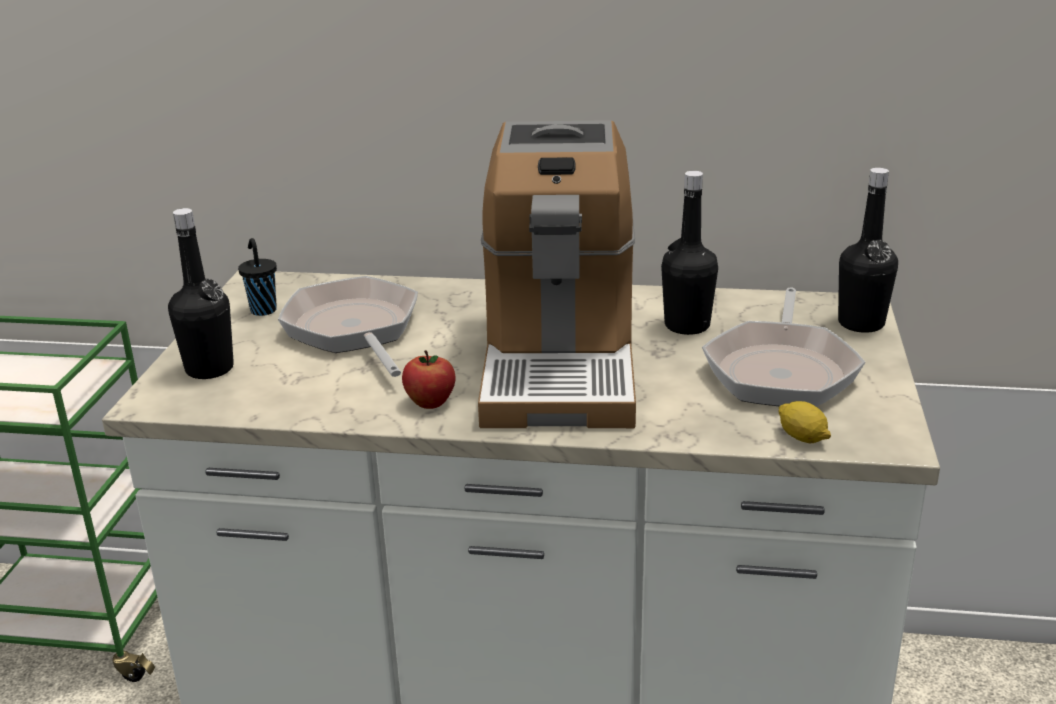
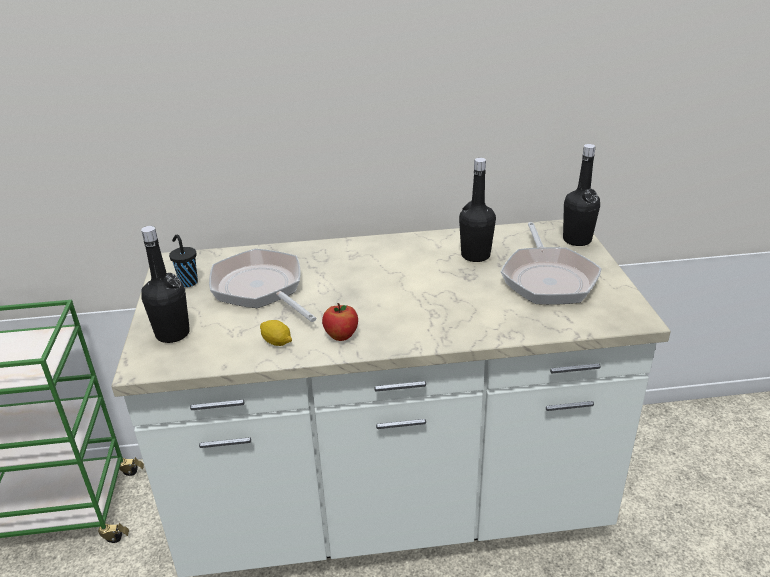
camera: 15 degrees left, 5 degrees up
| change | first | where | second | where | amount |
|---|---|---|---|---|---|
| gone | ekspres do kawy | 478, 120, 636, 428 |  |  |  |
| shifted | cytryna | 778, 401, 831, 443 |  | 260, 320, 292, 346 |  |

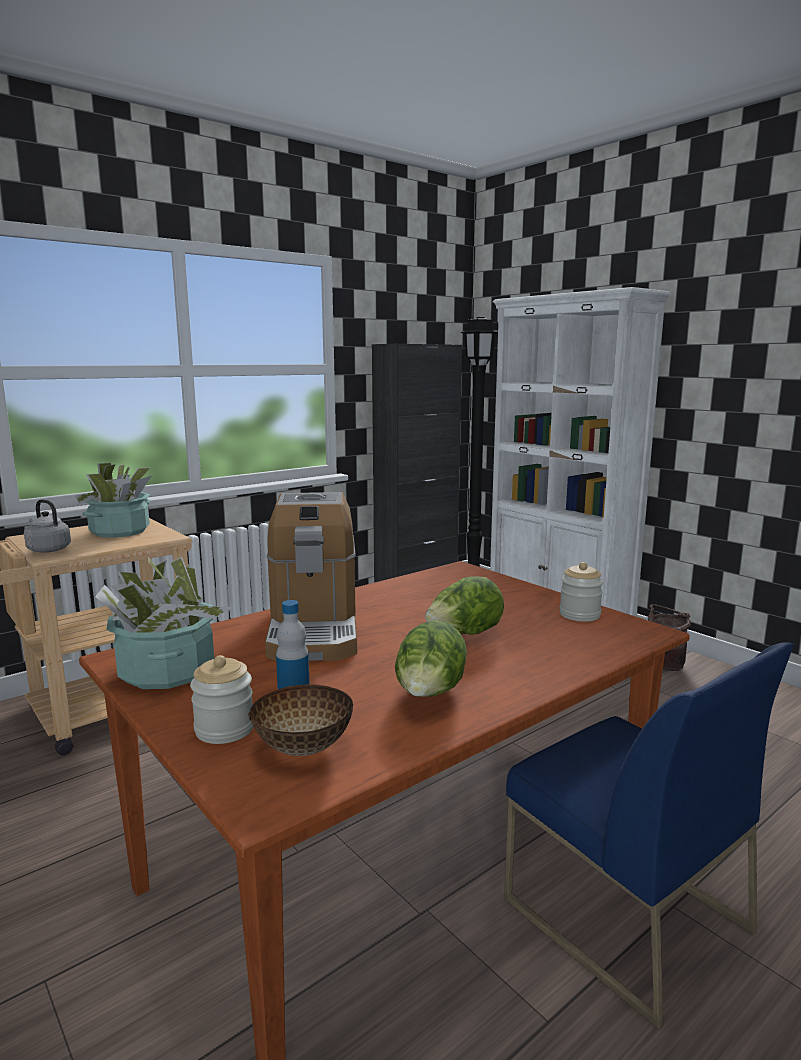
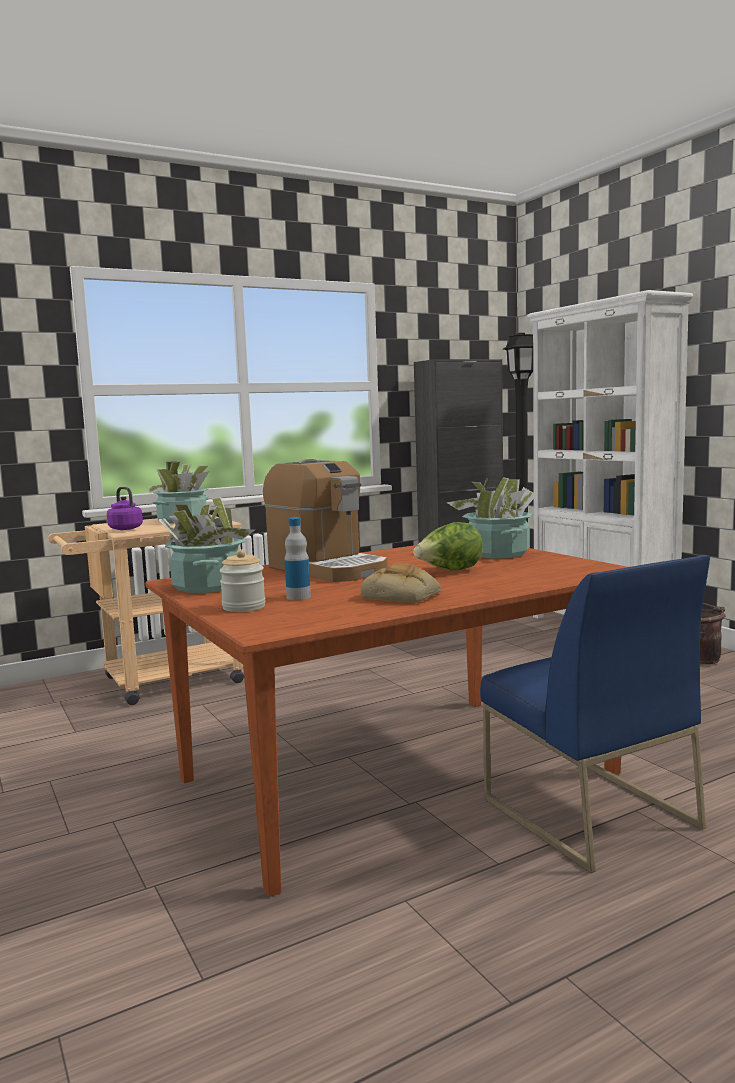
camera: 10 degrees right, 5 degrees down
| change | first | where | second | where | amount |
|---|---|---|---|---|---|
| repainted | czajnik/szary | 24, 500, 71, 553 | czajnik/fioletowy | 107, 487, 143, 530 |  |
| gone | miska | 248, 684, 353, 756 |  |  |  |
| rotated | ekspres do kawy | 265, 492, 357, 661 |  | 263, 459, 388, 582 | 45 degrees counterclockwise |
| swapped | sałata | 395, 621, 467, 697 | chleb | 361, 563, 441, 603 |  |
| gone | słoik | 559, 562, 603, 622 |  |  |  |
| new |  |  | roślina doniczkowa | 446, 477, 537, 558 |  |

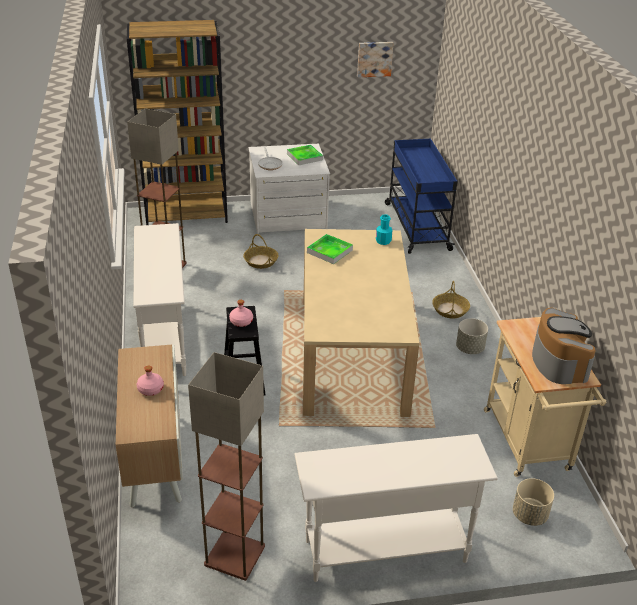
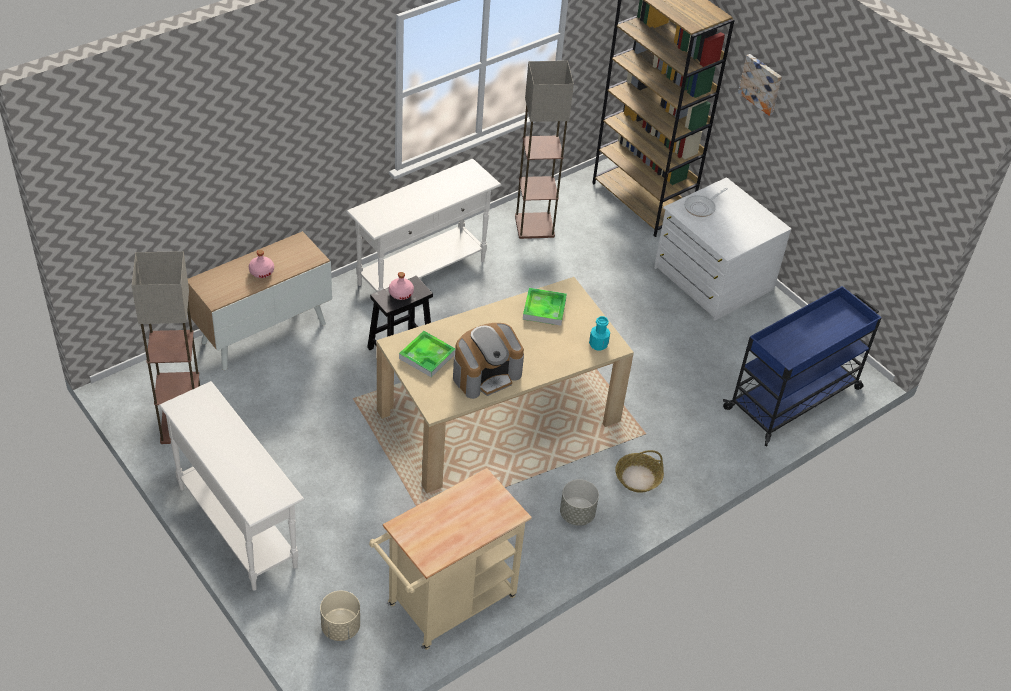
camera: 60 degrees right, 10 degrees up
| change | first | where | second | where | amount |
|---|---|---|---|---|---|
| gone | koszyk | 243, 234, 279, 269 |  |  |  |
| shifted | taca | 287, 145, 323, 165 |  | 399, 331, 455, 377 |  |
| shifted | obraz | 357, 42, 394, 77 |  | 738, 54, 782, 116 |  |
| shifted | ekspres do kawy | 532, 308, 596, 384 |  | 453, 323, 524, 399 |  |

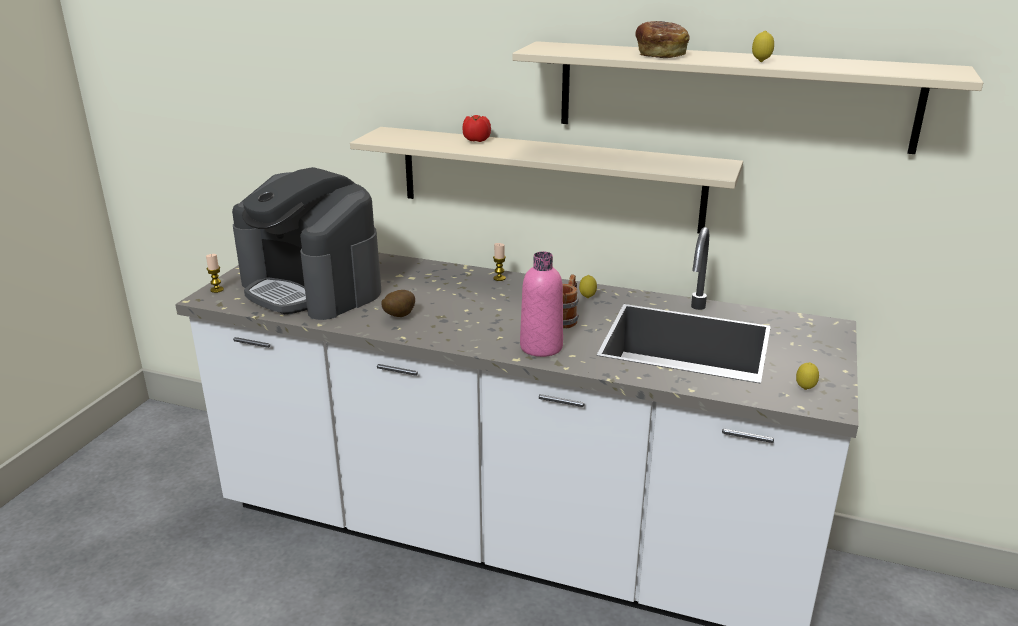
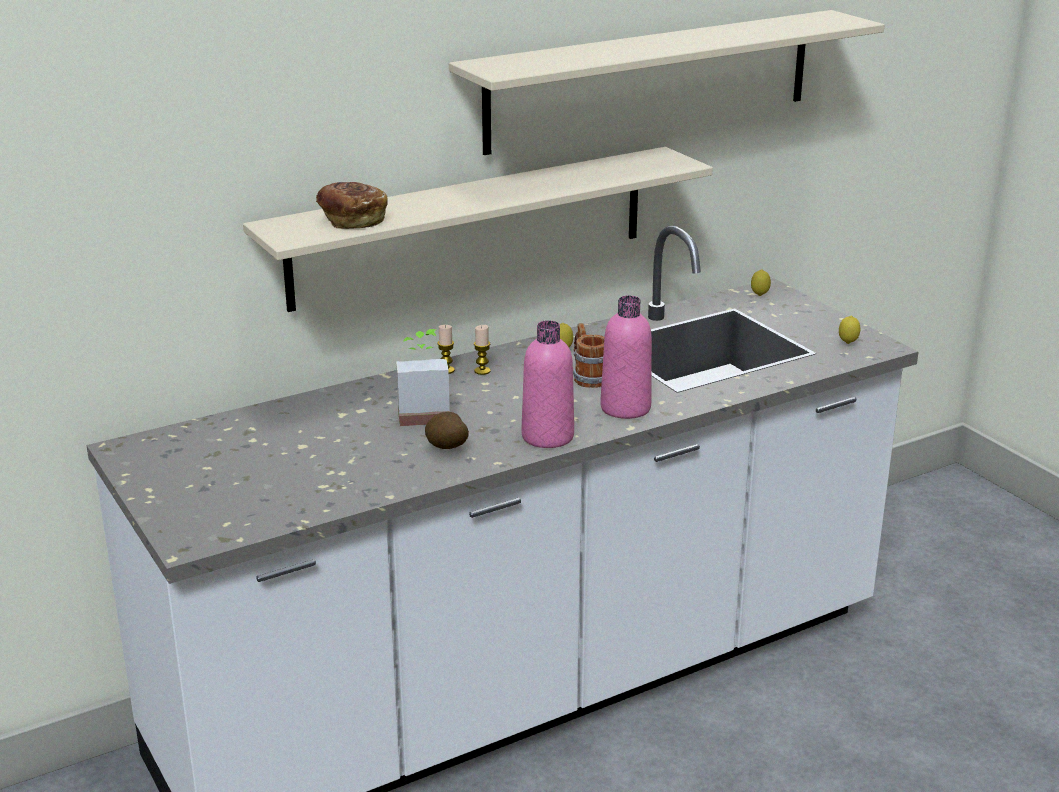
camera: 50 degrees left, 0 degrees up
| change | first | where | second | where | amount |
|---|---|---|---|---|---|
| shifted | świeca | 206, 254, 224, 293 |  | 474, 325, 491, 375 |  |
| gone | ekspres do kawy | 232, 167, 381, 320 |  |  |  |
| gone | pomidor | 463, 115, 491, 142 |  |  |  |
| shifted | chleb | 635, 21, 690, 58 |  | 316, 182, 388, 229 |  |
| shifted | cytryna | 752, 31, 774, 62 |  | 751, 269, 771, 296 |  |
| new |  |  | roślina doniczkowa | 396, 329, 450, 426 |  |
| new |  |  | butelka/różowy | 522, 320, 574, 448 |  |

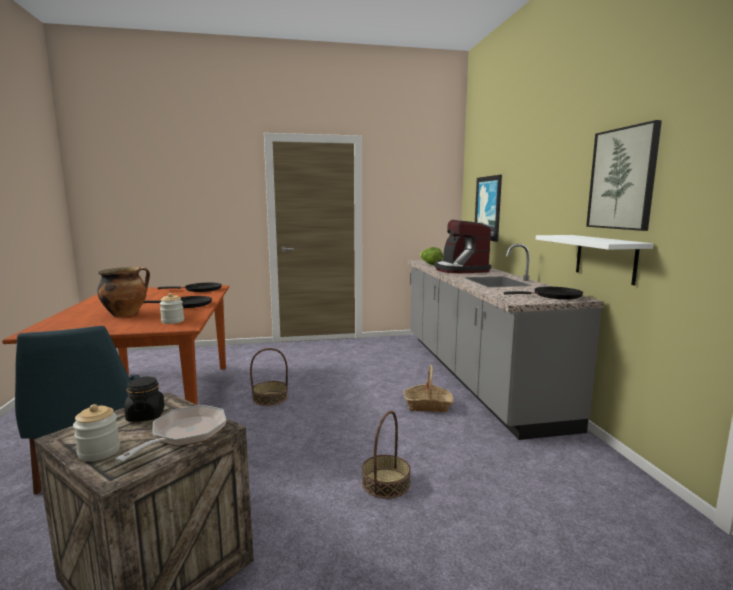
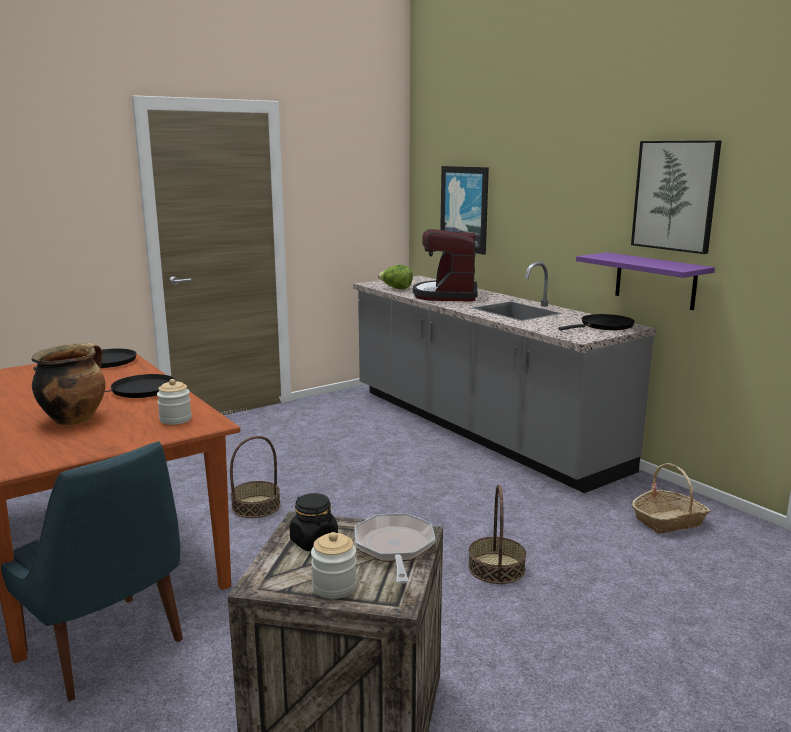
camera: 25 degrees left, 5 degrees up
| change | first | where | second | where | amount |
|---|---|---|---|---|---|
| shifted | koszyk | 404, 365, 454, 412 |  | 632, 463, 710, 533 |  |
| rotated | ekspres do kawy | 434, 220, 491, 273 |  | 413, 229, 478, 301 | 45 degrees clockwise |
| repainted | półka/biały | 536, 235, 653, 285 | półka/fioletowy | 576, 252, 715, 310 |  |

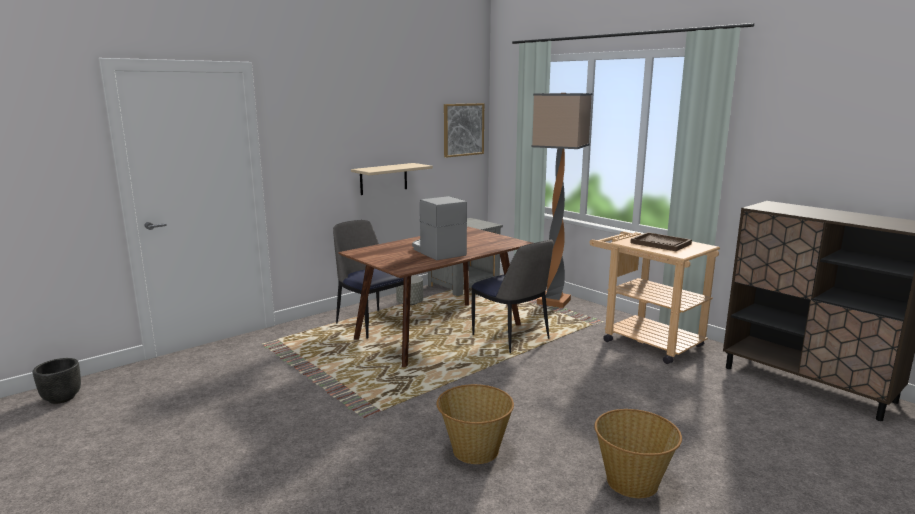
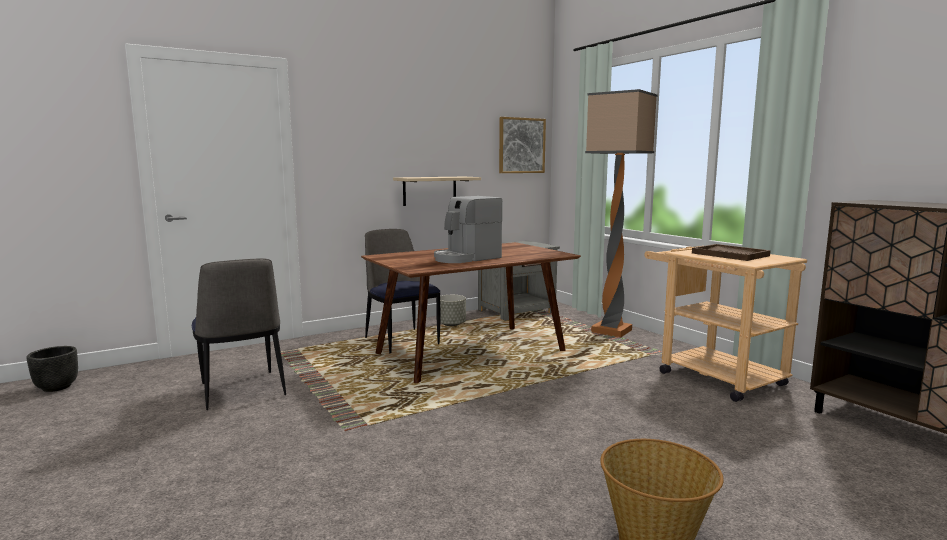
camera: 10 degrees right, 5 degrees down
| change | first | where | second | where | amount |
|---|---|---|---|---|---|
| rotated | ekspres do kawy | 412, 196, 467, 260 |  | 434, 196, 502, 263 | 105 degrees counterclockwise |
| gone | koszyk | 437, 384, 514, 464 |  |  |  |
| shifted | krzesło | 472, 239, 554, 353 |  | 192, 258, 286, 410 |  |

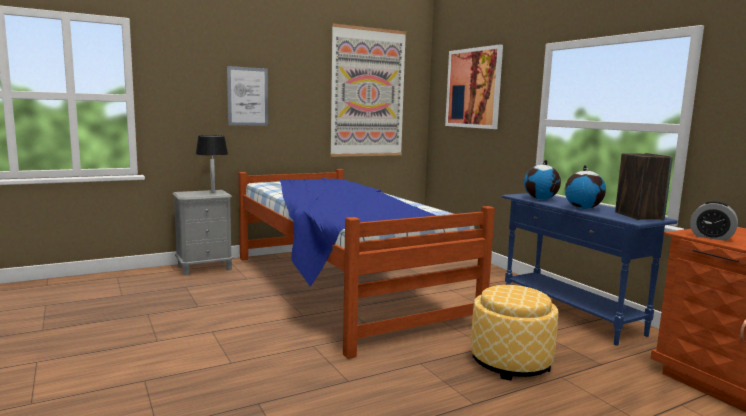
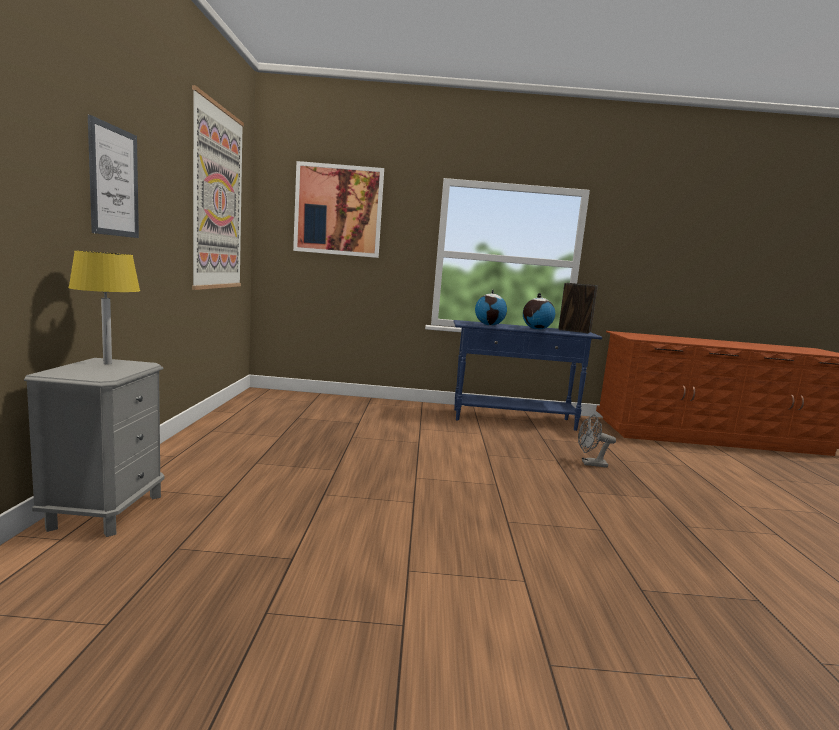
camera: 60 degrees left, 0 degrees up
| change | first | where | second | where | amount |
|---|---|---|---|---|---|
| repainted | lampa stołowa/czarny | 196, 135, 228, 193 | lampa stołowa/żółty | 68, 251, 140, 364 |  |
| gone | łóżko | 238, 169, 495, 359 |  |  |  |
| swapped | pufa | 471, 285, 558, 381 | wentylator/szary | 578, 415, 616, 468 |  |
| gone | budzik | 690, 201, 738, 241 |  |  |  |

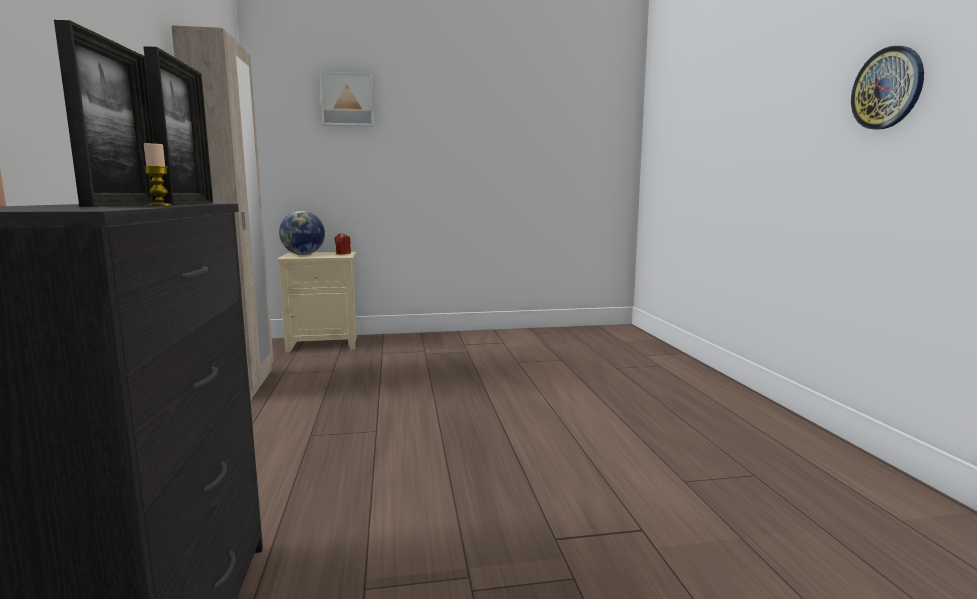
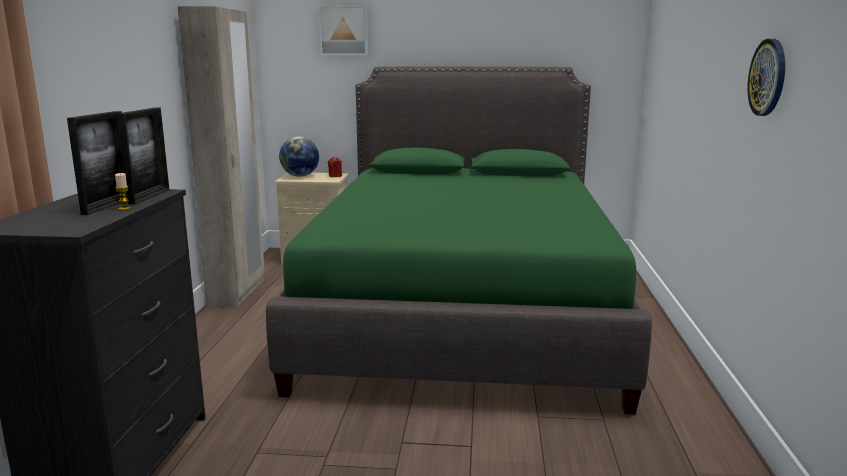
camera: 15 degrees right, 5 degrees up
| change | first | where | second | where | amount |
|---|---|---|---|---|---|
| new |  |  | łóżko/zielony | 266, 66, 652, 415 |  |

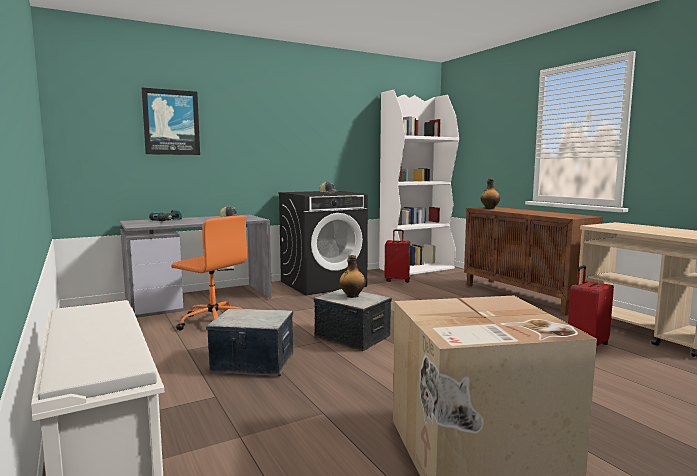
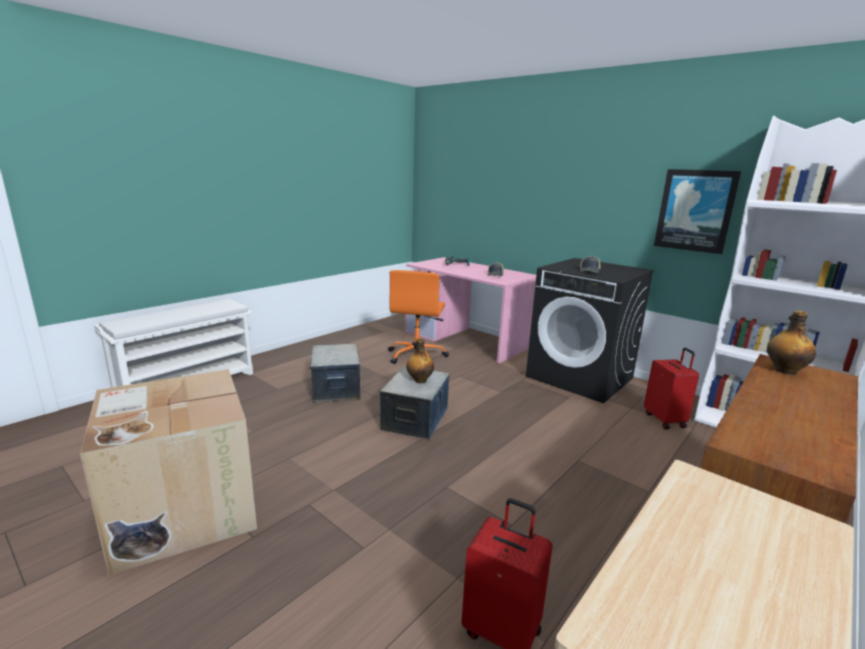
camera: 70 degrees right, 10 degrees up
| change | first | where | second | where | amount |
|---|---|---|---|---|---|
| repainted | biurko/szary | 120, 214, 272, 318 | biurko/różowy | 405, 257, 536, 363 |  |
| shifted | obraz | 142, 88, 200, 155 |  | 654, 169, 741, 254 |  |

